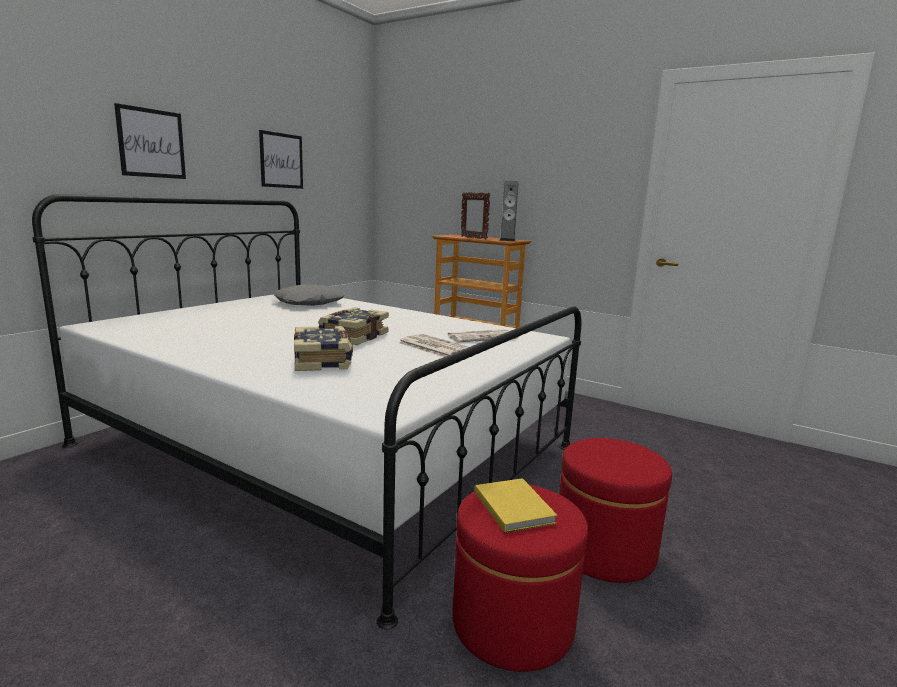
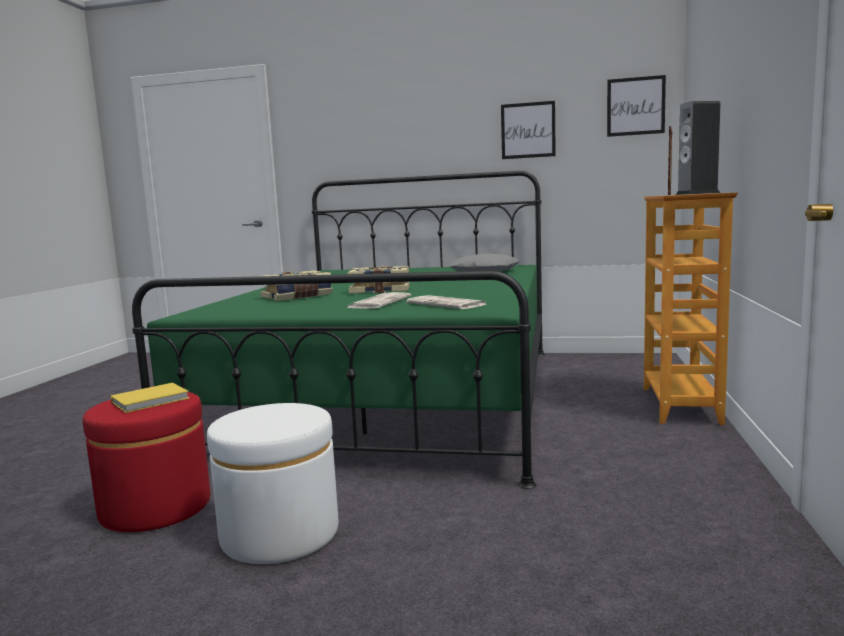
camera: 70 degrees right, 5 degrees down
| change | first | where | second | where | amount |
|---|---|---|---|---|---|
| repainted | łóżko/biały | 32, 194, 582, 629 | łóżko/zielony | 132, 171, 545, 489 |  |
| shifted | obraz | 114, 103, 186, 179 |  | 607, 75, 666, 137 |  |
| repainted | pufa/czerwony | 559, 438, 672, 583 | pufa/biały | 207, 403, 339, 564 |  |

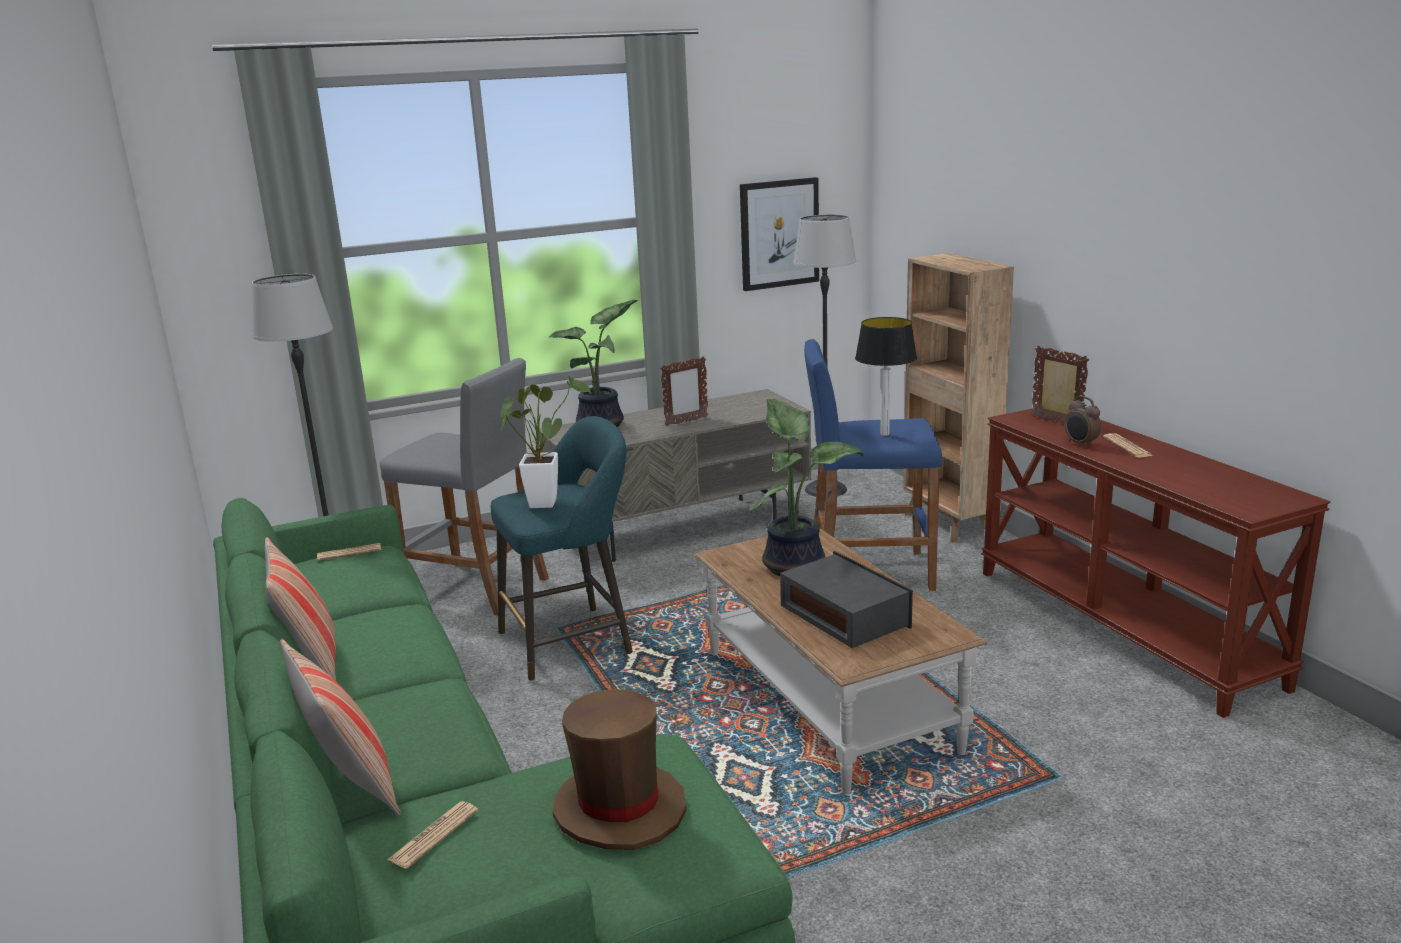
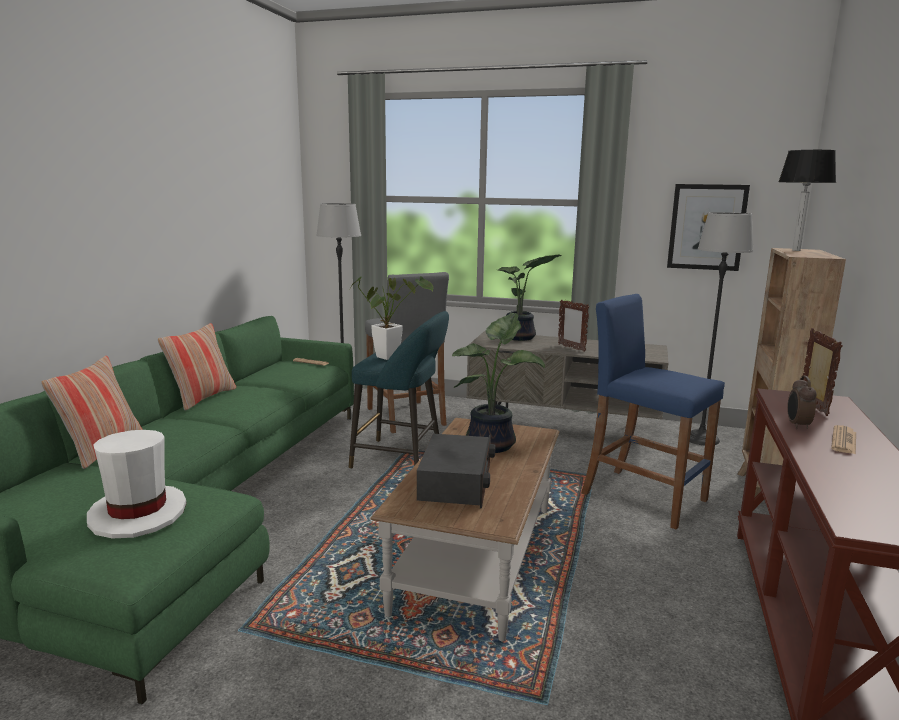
camera: 40 degrees right, 5 degrees down
| change | first | where | second | where | amount |
|---|---|---|---|---|---|
| gone | gazeta | 387, 801, 478, 869 |  |  |  |
| repainted | kapelusz/brązowy | 553, 689, 686, 850 | kapelusz/biały | 87, 430, 187, 538 |  |
| rotated | ramka na zdjęcie | 660, 356, 708, 426 |  | 558, 299, 589, 352 | 45 degrees clockwise |
| shifted | lampa stołowa | 855, 317, 917, 436 |  | 778, 150, 836, 251 |  |

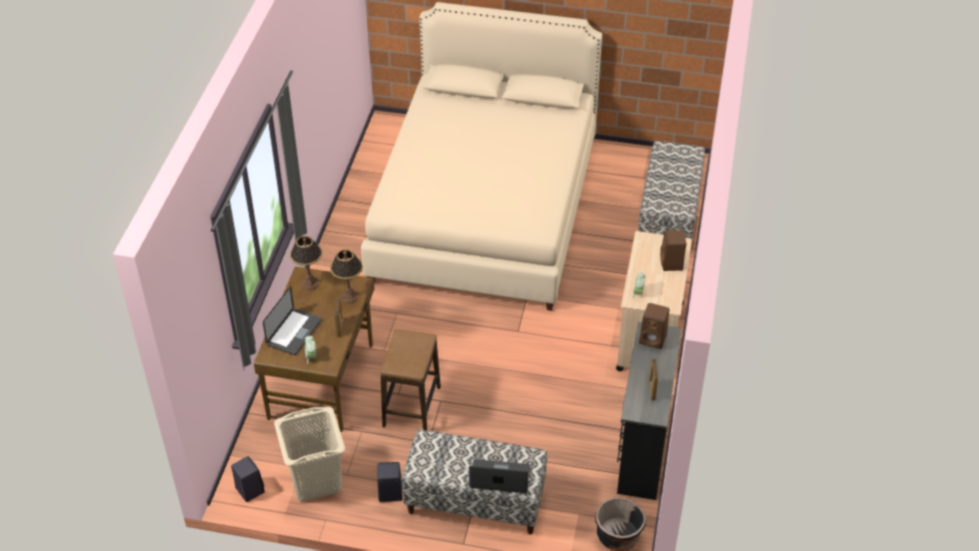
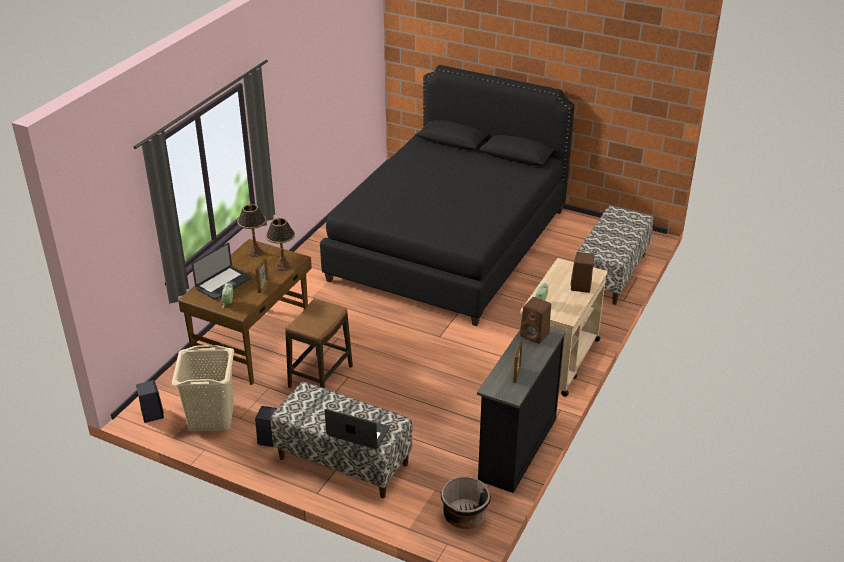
camera: 15 degrees right, 10 degrees down
| change | first | where | second | where | amount |
|---|---|---|---|---|---|
| repainted | łóżko/beżowy | 361, 2, 602, 311 | łóżko/czarny | 320, 65, 575, 326 |  |

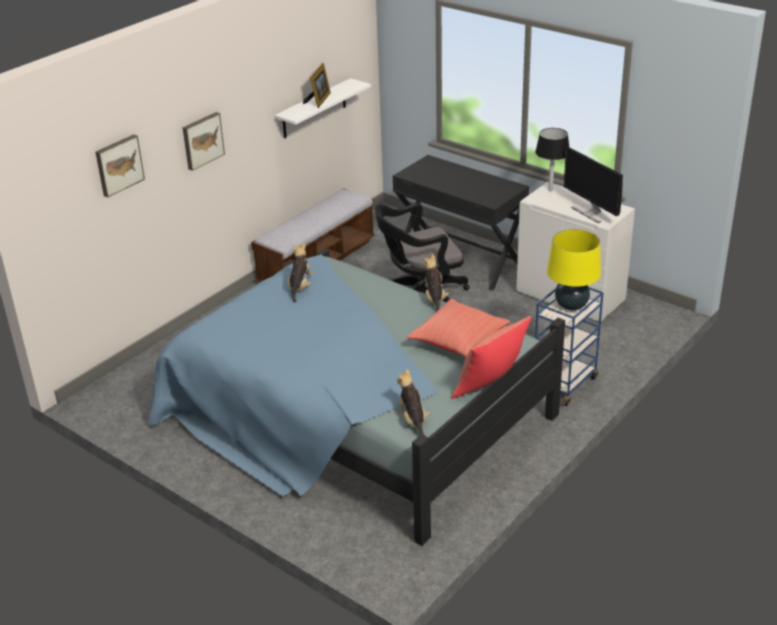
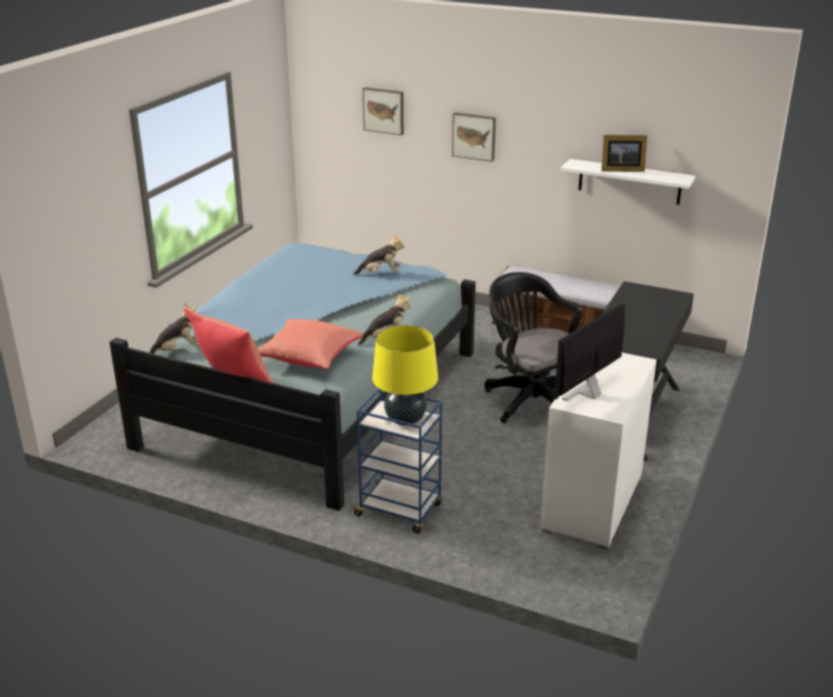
camera: 75 degrees right, 5 degrees down
| change | first | where | second | where | amount |
|---|---|---|---|---|---|
| gone | lampa stołowa/czarny | 535, 128, 569, 191 |  |  |  |

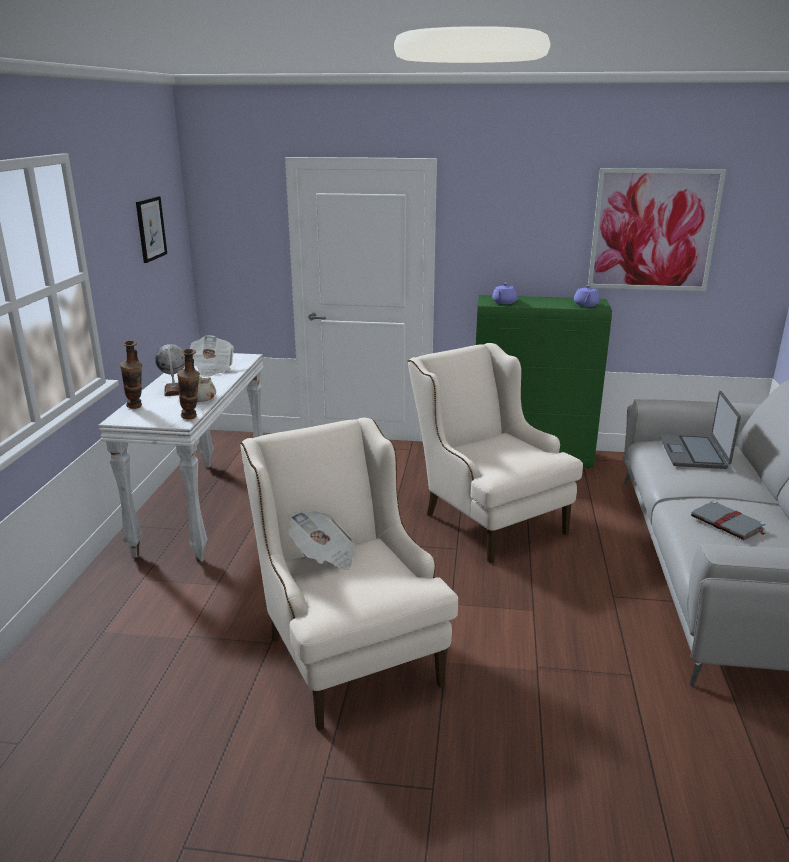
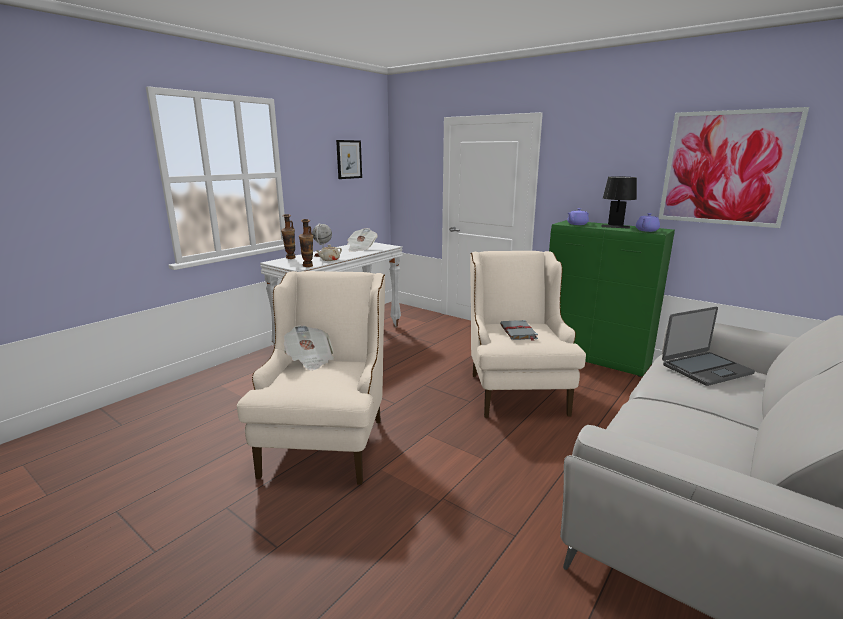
camera: 30 degrees right, 5 degrees down
| change | first | where | second | where | amount |
|---|---|---|---|---|---|
| rotated | laptop | 660, 391, 741, 469 |  | 662, 307, 755, 386 | 150 degrees counterclockwise |
| shifted | książka/szary | 691, 501, 766, 540 |  | 500, 320, 538, 341 |  |
| new |  |  | lampa stołowa/czarny | 601, 177, 637, 229 |  |

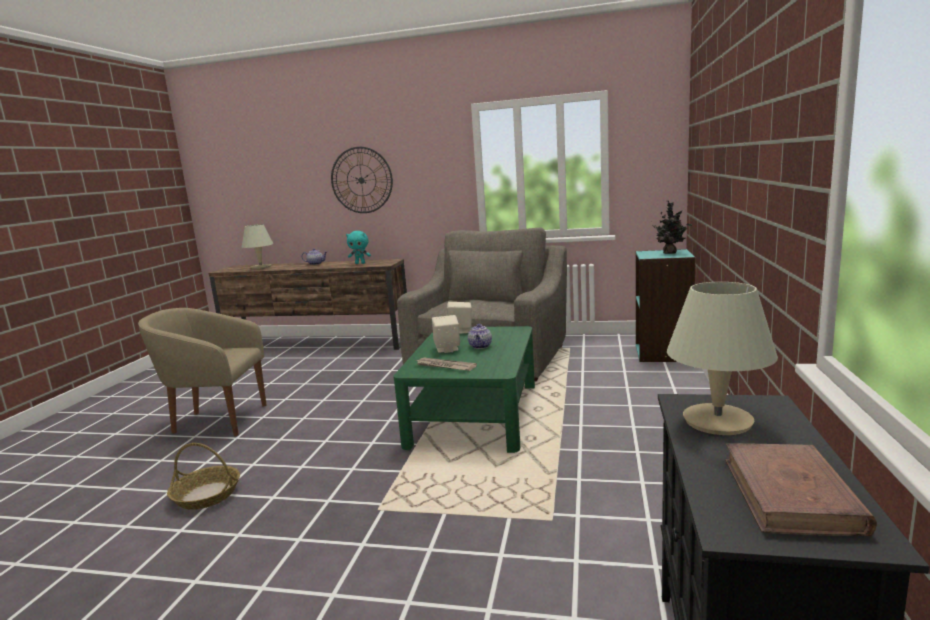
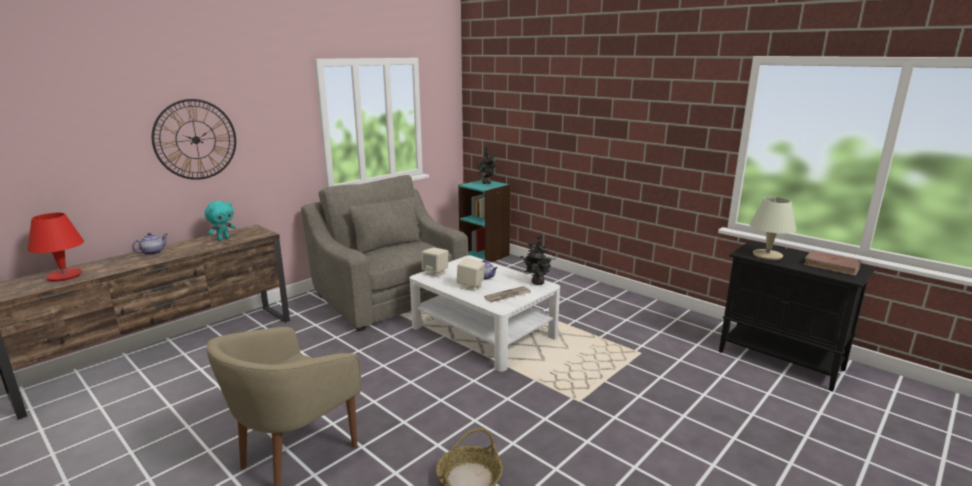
camera: 60 degrees left, 5 degrees up
| change | first | where | second | where | amount |
|---|---|---|---|---|---|
| repainted | lampa stołowa/beżowy | 242, 224, 273, 269 | lampa stołowa/czerwony | 28, 213, 84, 282 |  |
| repainted | ława/zielony | 393, 326, 535, 453 | ława/biały | 410, 255, 560, 372 |  |
| new |  |  | roślina doniczkowa | 519, 233, 557, 285 |  |

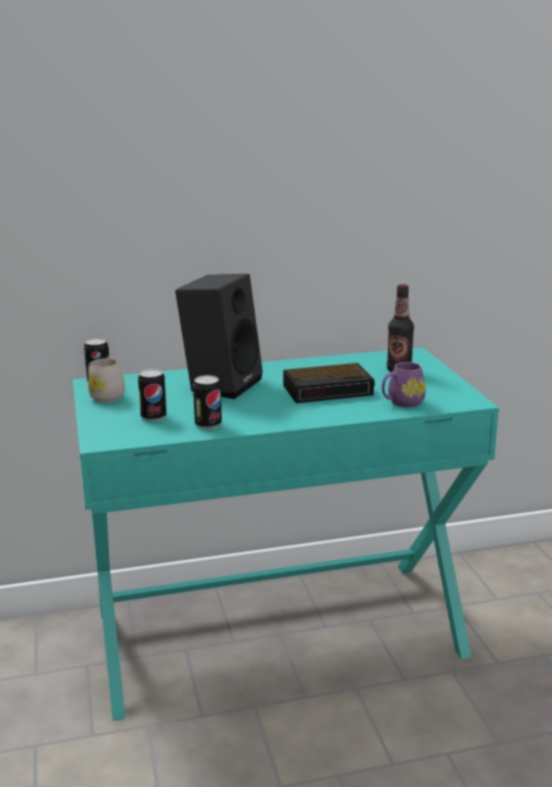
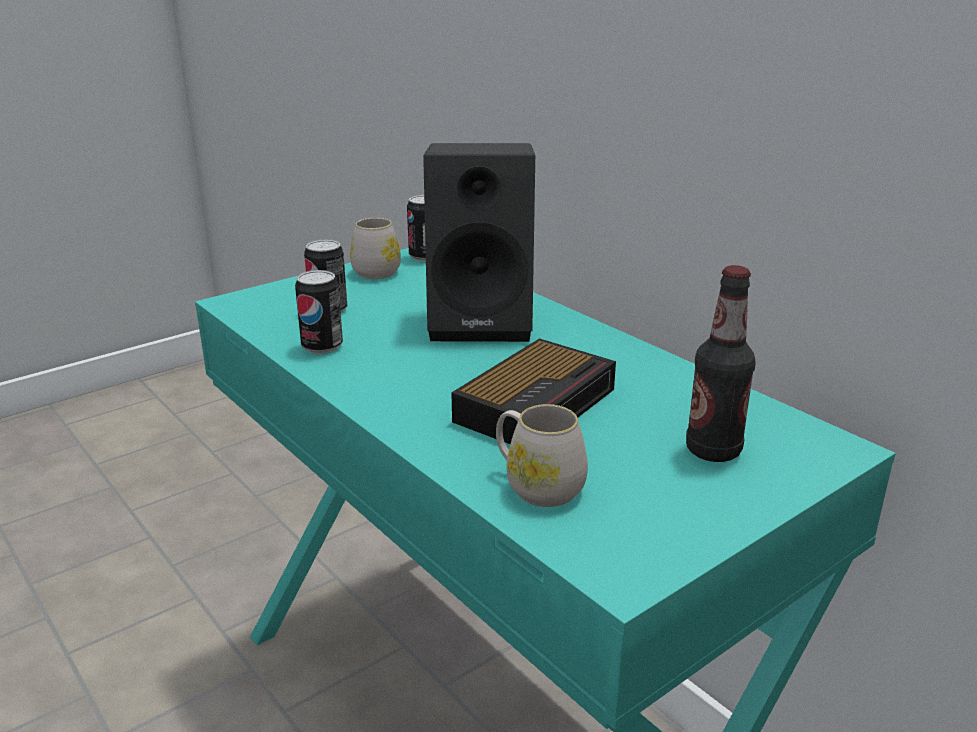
camera: 65 degrees right, 5 degrees up
| change | first | where | second | where | amount |
|---|---|---|---|---|---|
| rotated | budzik | 283, 363, 375, 403 |  | 451, 338, 616, 444 | 105 degrees counterclockwise |
| repainted | kubek/fioletowy | 382, 362, 426, 407 | kubek/biały | 496, 404, 588, 507 |  |

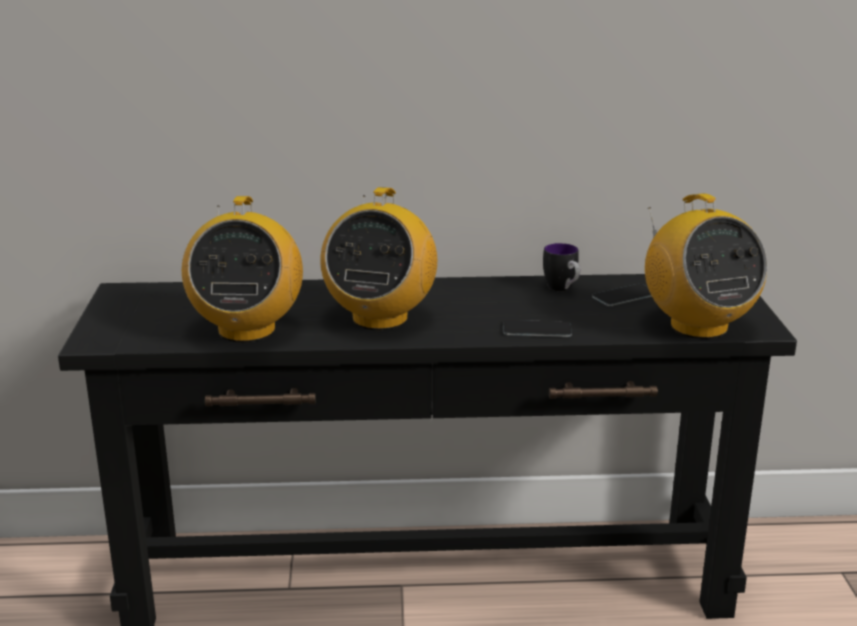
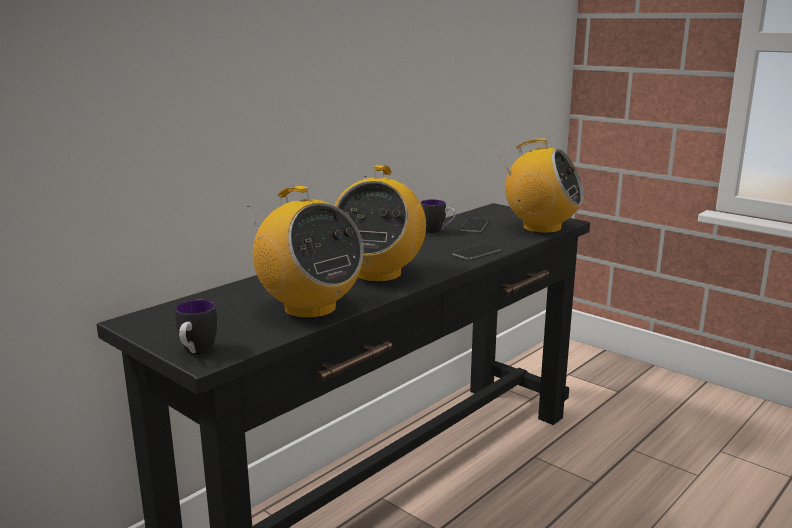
camera: 45 degrees left, 5 degrees down
| change | first | where | second | where | amount |
|---|---|---|---|---|---|
| rotated | radio | 320, 187, 437, 330 |  | 334, 165, 426, 283 | 45 degrees clockwise |
| new |  |  | kubek | 175, 300, 217, 355 |  |

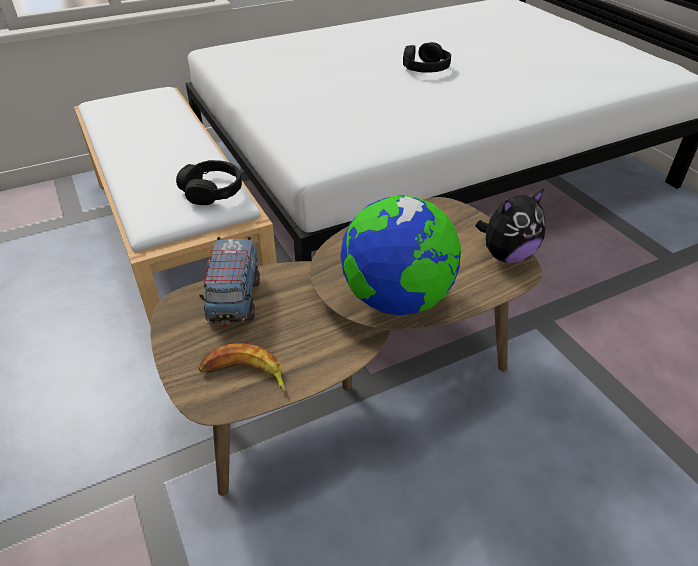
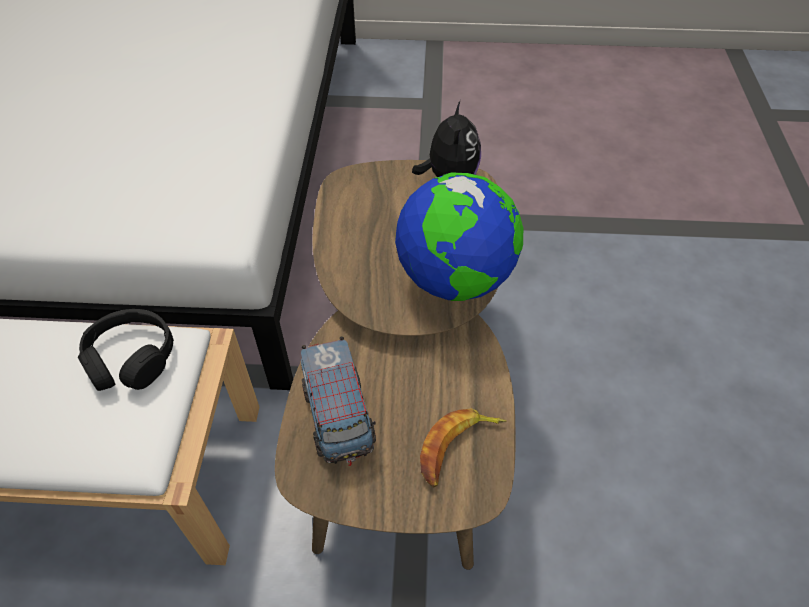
camera: 60 degrees left, 10 degrees up
| change | first | where | second | where | amount |
|---|---|---|---|---|---|
| rotated | ciężarówka zabawkowa | 199, 236, 260, 327 |  | 301, 336, 376, 466 | 45 degrees clockwise |
| gone | słuchawki/czarny | 403, 42, 451, 73 |  |  |  |

